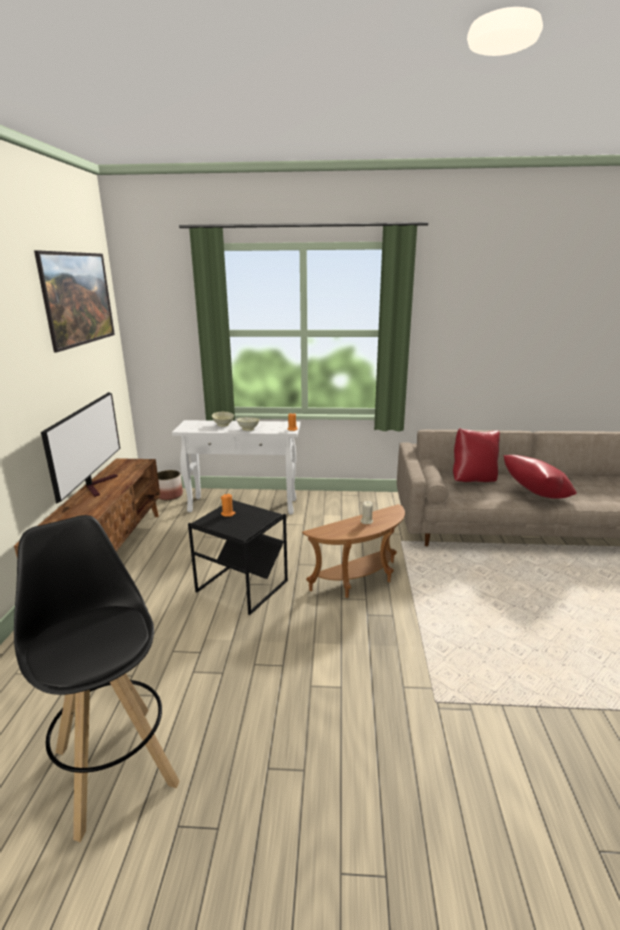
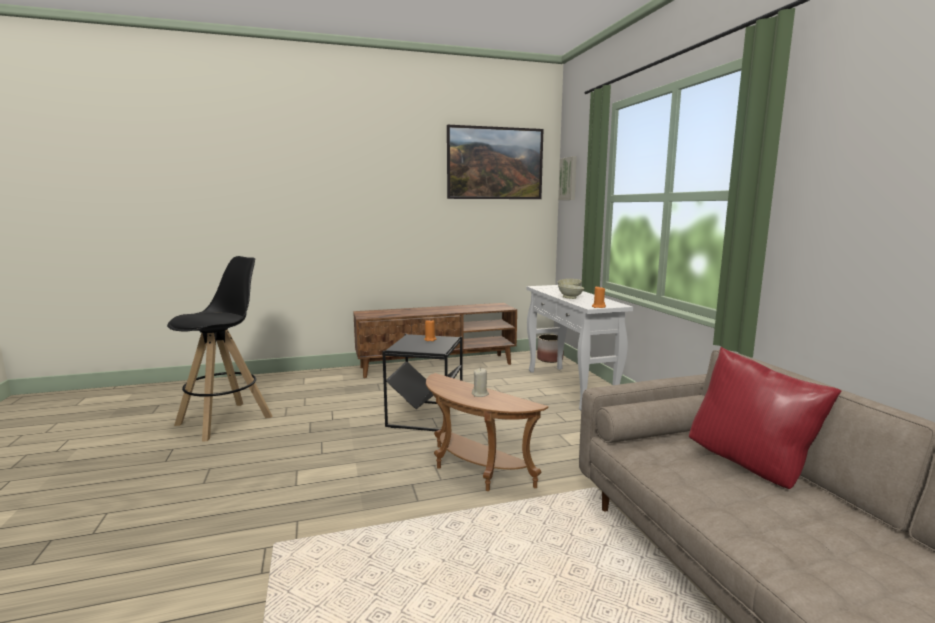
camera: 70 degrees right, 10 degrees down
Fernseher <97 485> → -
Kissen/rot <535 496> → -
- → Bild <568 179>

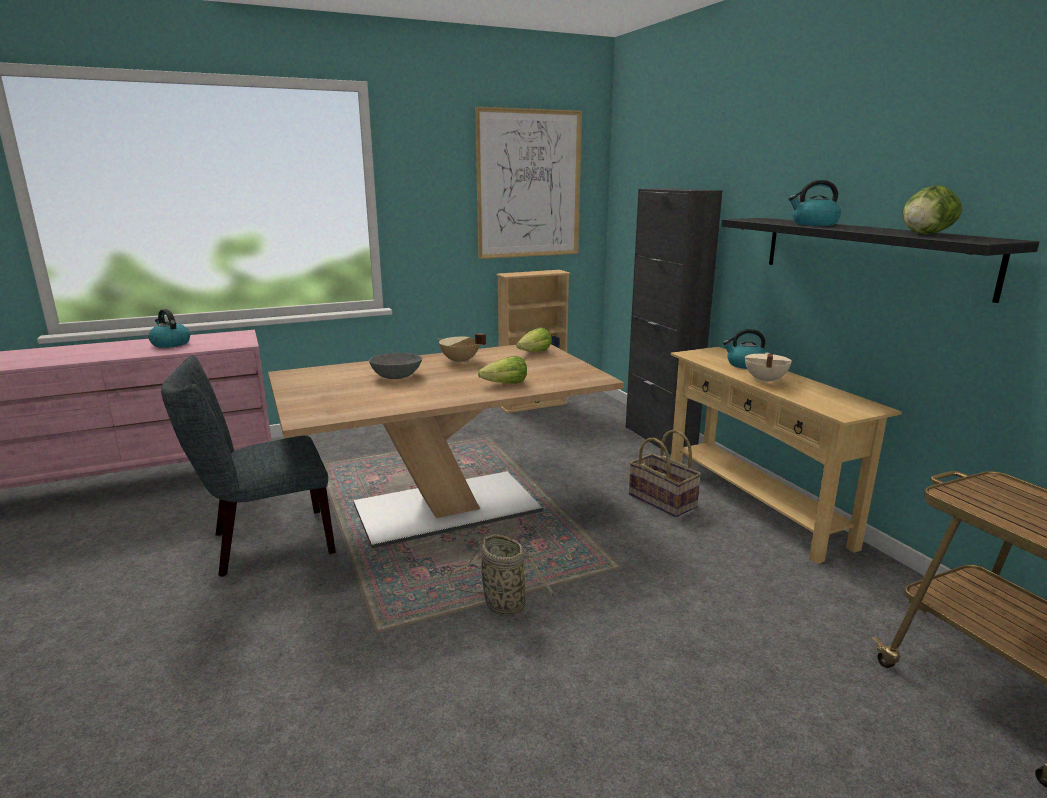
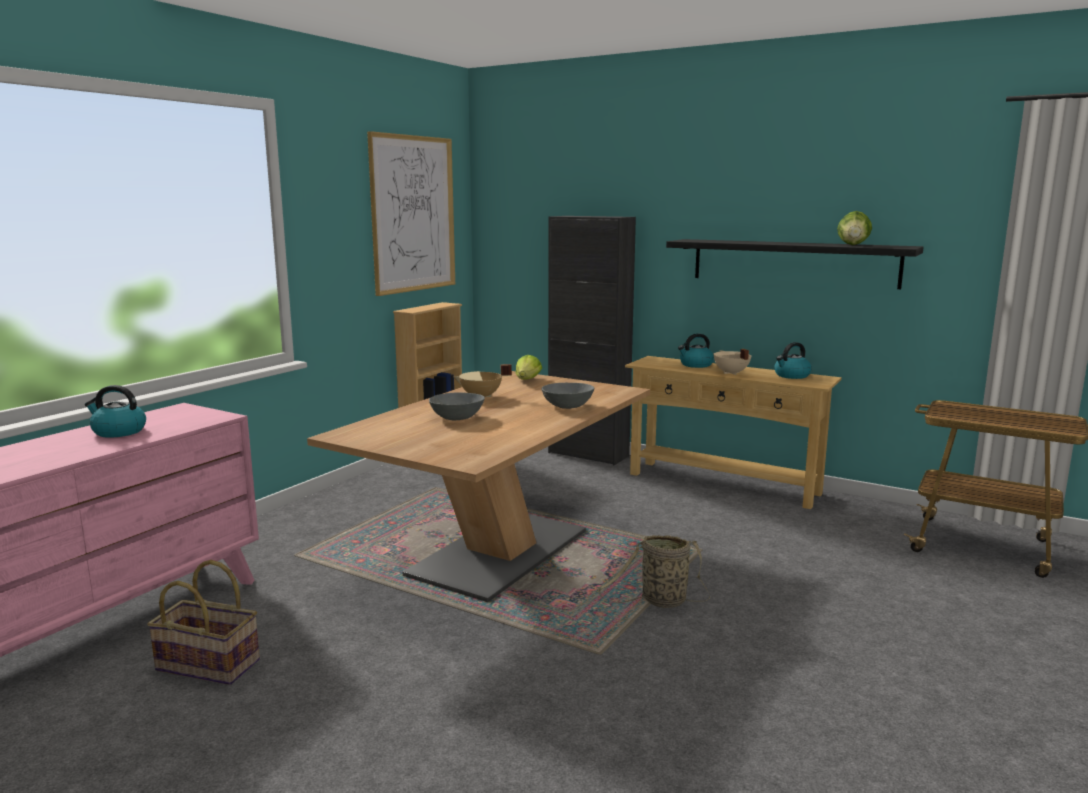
camera: 35 degrees left, 5 degrees down
Stuhl/grau <264 544> → -
Salatkopf <505 384> → Schüssel/grau <568 406>
Korb <663 500> → Korb <209 664>, shifted
Wasserkessel <813 224> → Wasserkessel <791 376>, shifted

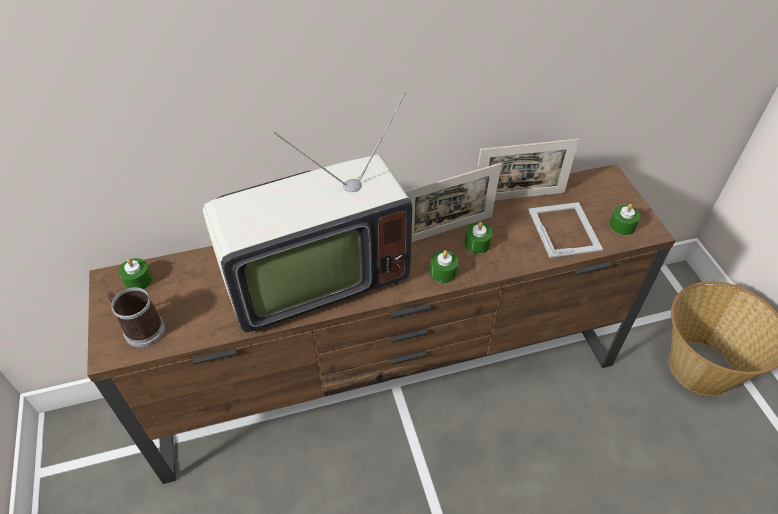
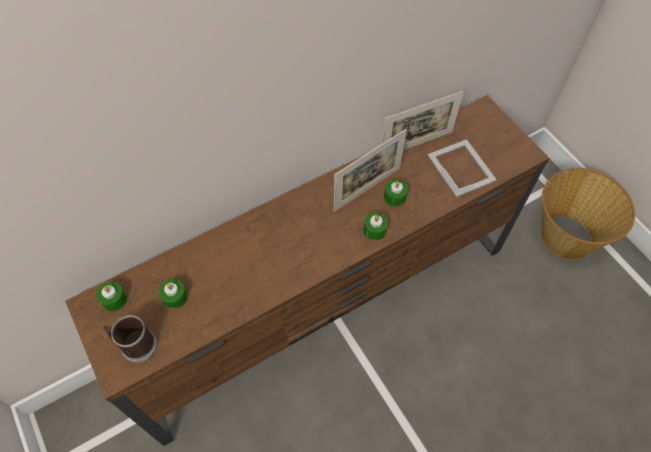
camera: 15 degrees left, 10 degrees up
Fernseher <311 278> → -
Kerze/grün <622 225> → Kerze/grün <175 297>, shifted

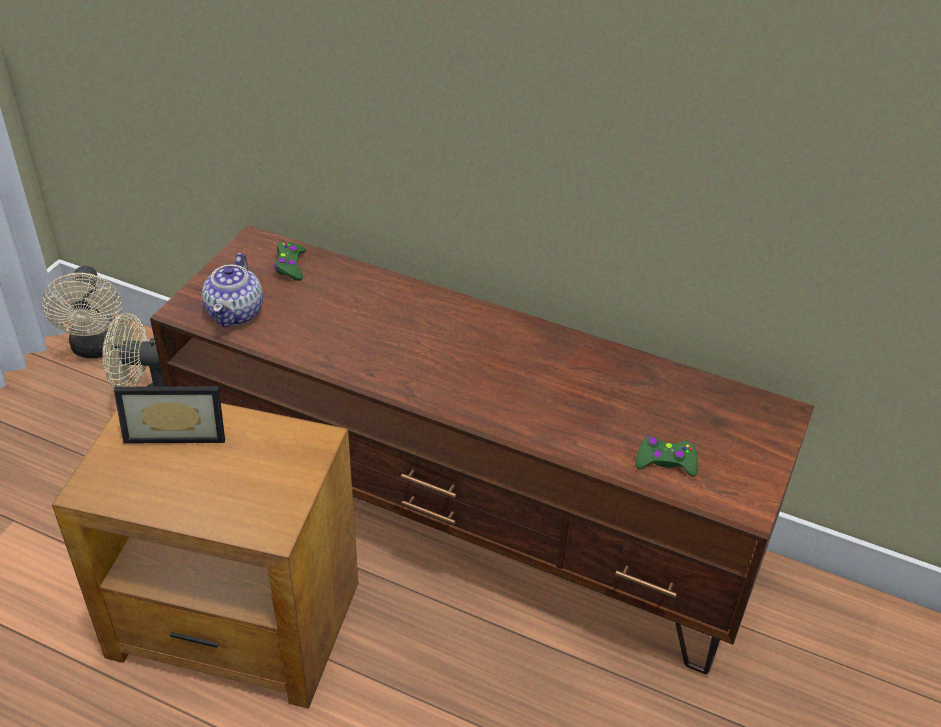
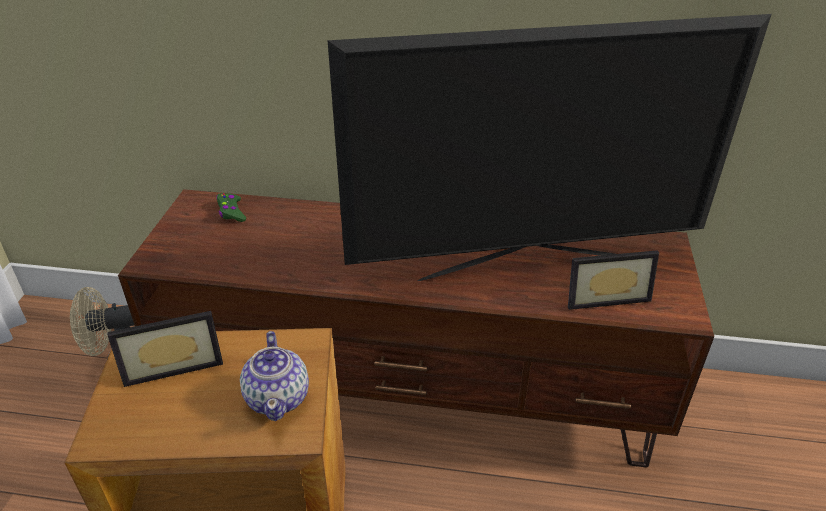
camera: 15 degrees left, 5 degrees down
Ventilator/beige <98 348> → -
Teekanne <236 312> → Teekanne <278 397>, shifted
Gamepad/grün <665 462> → Bilderrahmen <604 295>
- → Fernseher <526 267>

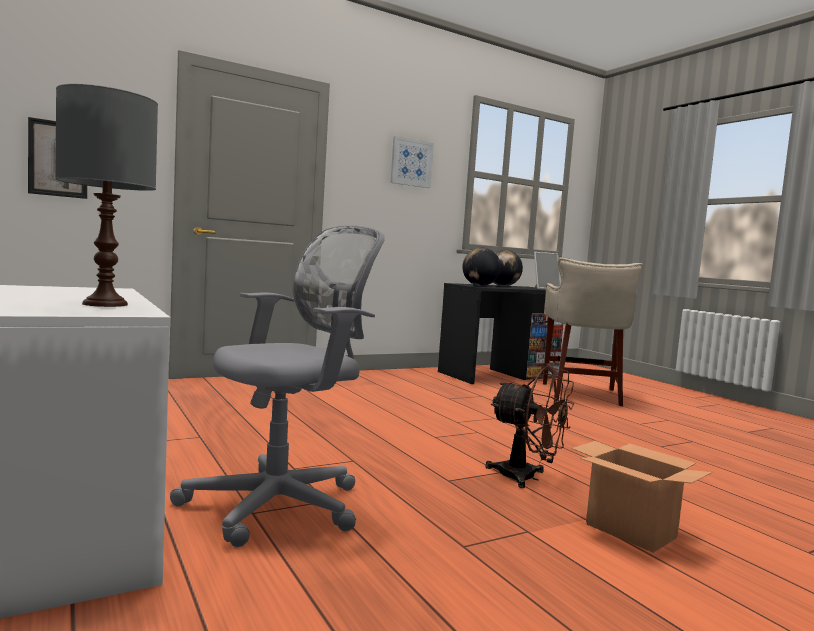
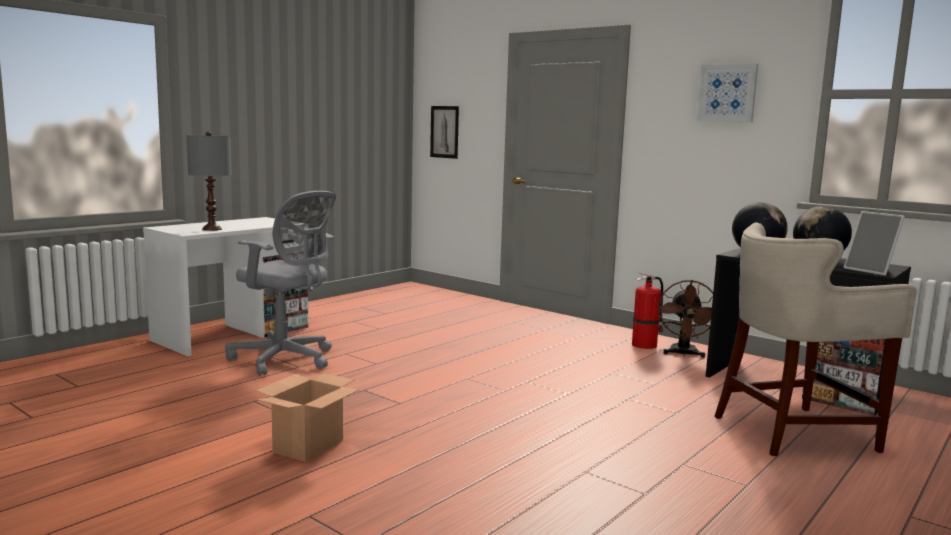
camera: 70 degrees right, 5 degrees up
Ventilator/braun <527 478> → Ventilator/braun <683 354>, shifted
- → Feuerlöscher <645 345>

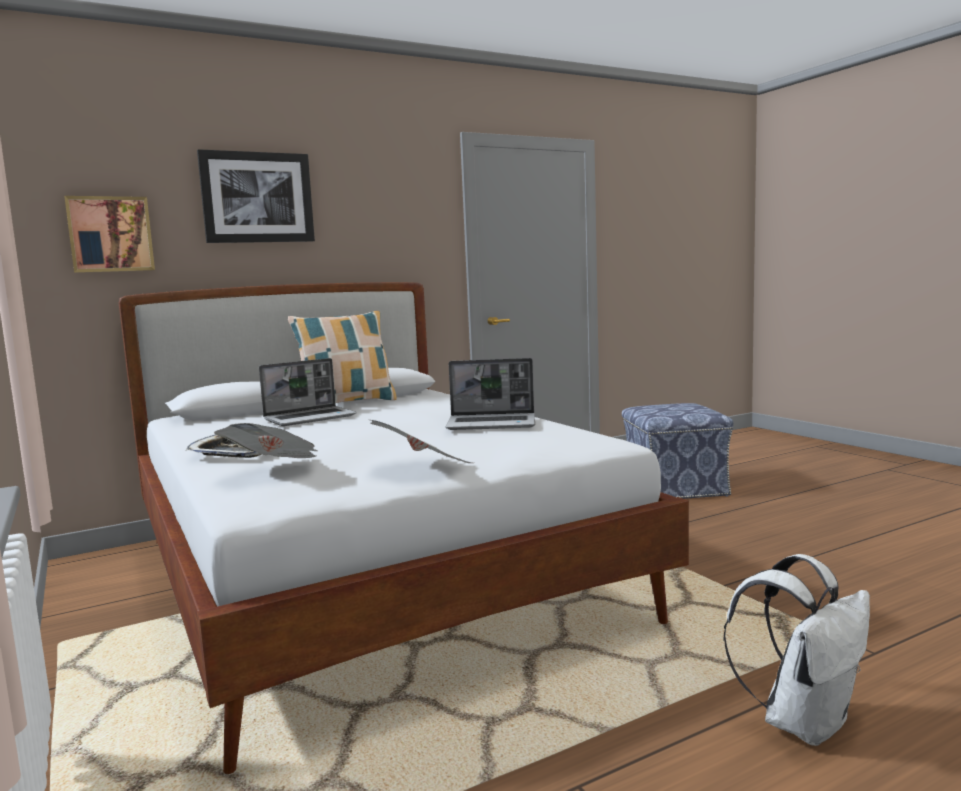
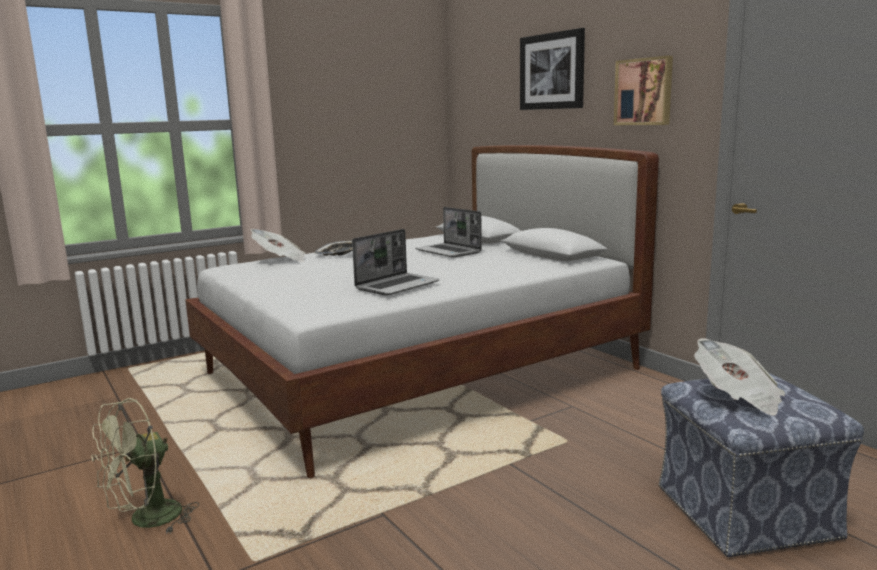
camera: 85 degrees right, 5 degrees up
Bild <110 234> → Bild <644 92>, shifted
Kissen <347 404> → -
Zeitung <423 469> → Zeitung <738 398>, shifted
Laptop <493 424> → Laptop <397 285>, 135 degrees counterclockwise
Rucksack/weiß <803 721> → Ventilator/grün <146 521>

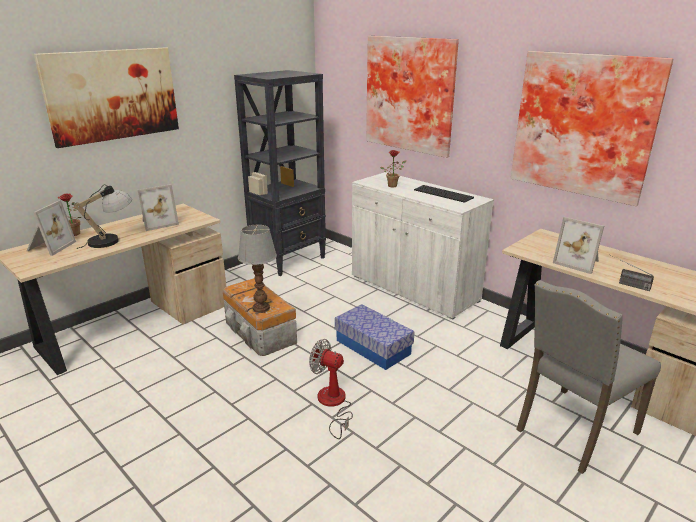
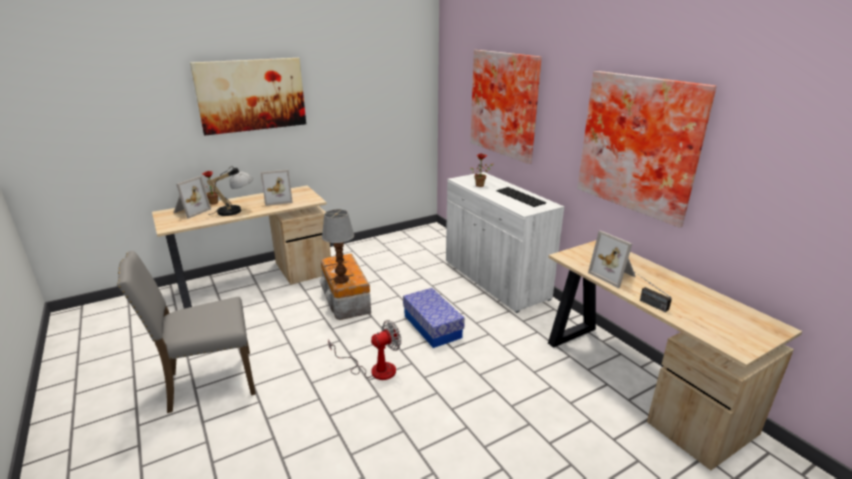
camera: 15 degrees right, 0 degrees up
Bücherregal/schwarz <289 259> → -
Ventilator <333 404> → Ventilator <374 369>, 105 degrees clockwise
Stuhl/grau <573 430> → Stuhl/grau <209 382>, shifted

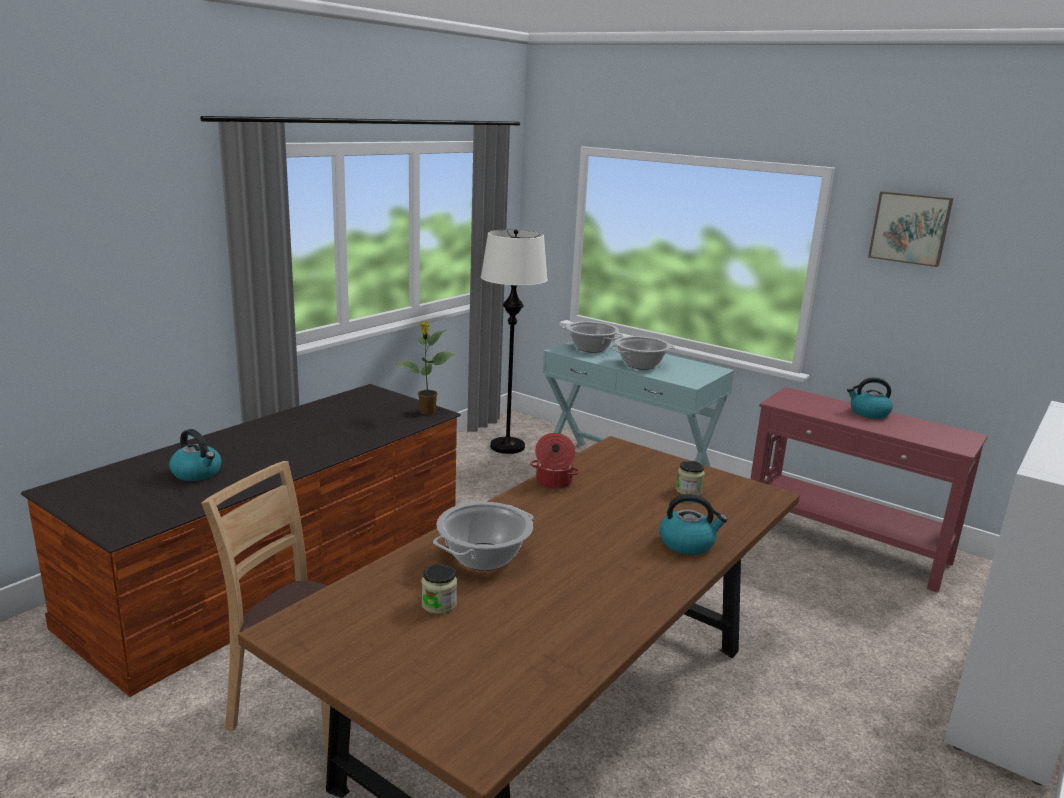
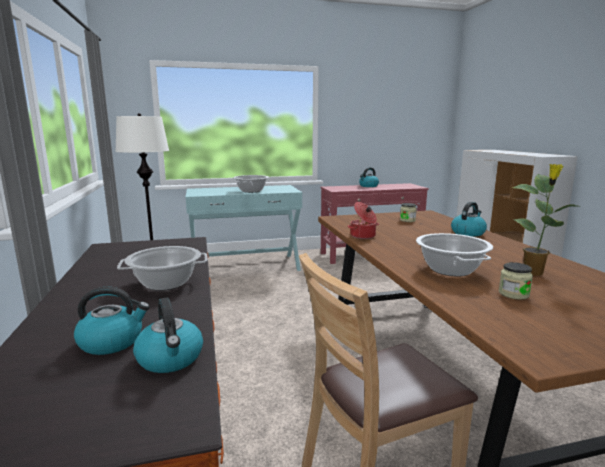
camera: 50 degrees left, 5 degrees down
Topfpflanze <427 412> → Topfpflanze <534 273>, shifted
Kochtopf <591 348> → Kochtopf <166 283>, shifted
Bild <910 228> → -
- → Wasserkessel <171 359>

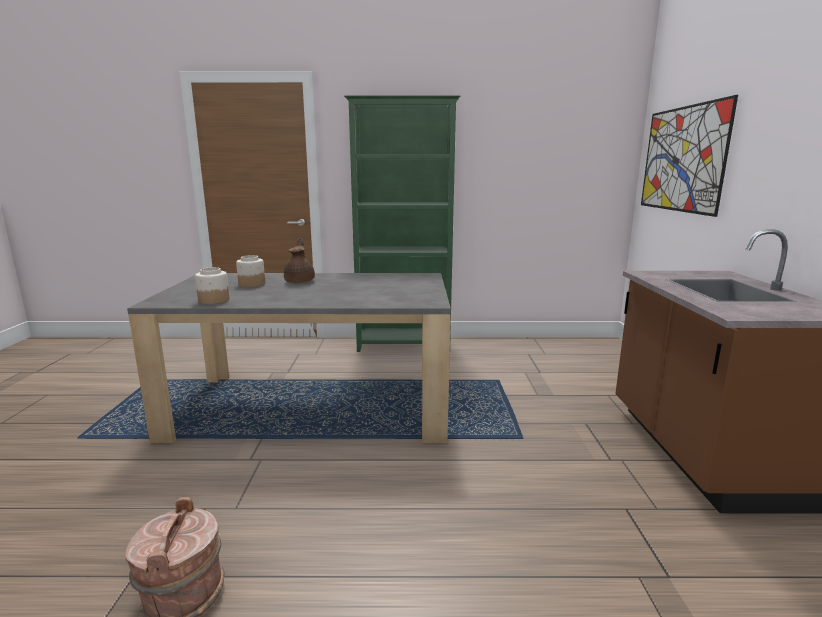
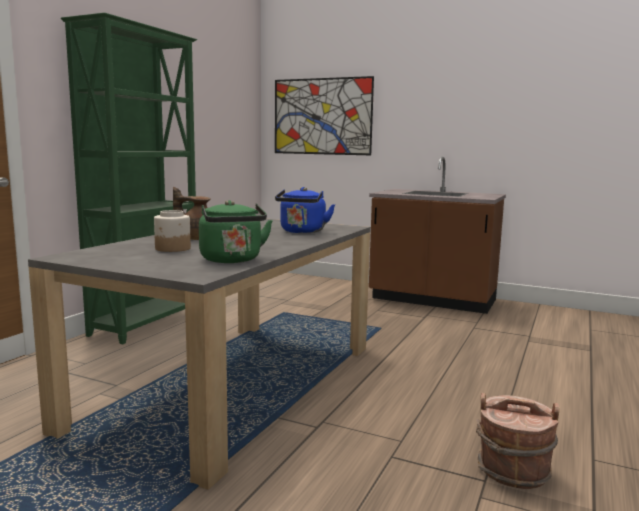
camera: 65 degrees left, 5 degrees down
Vorratsglas <213 300> → Wasserkessel/grün <232 260>
- → Wasserkessel/blau <302 232>

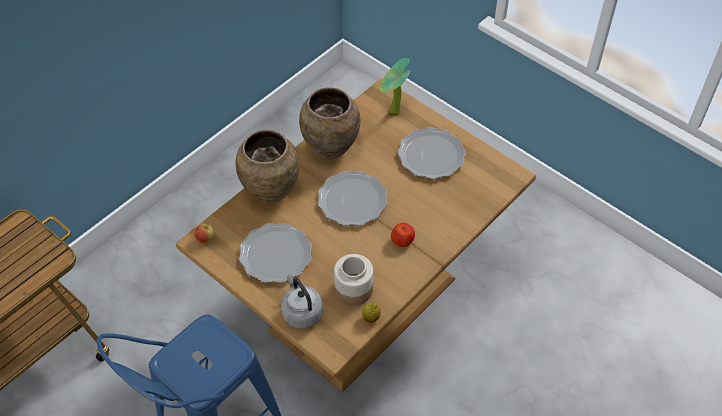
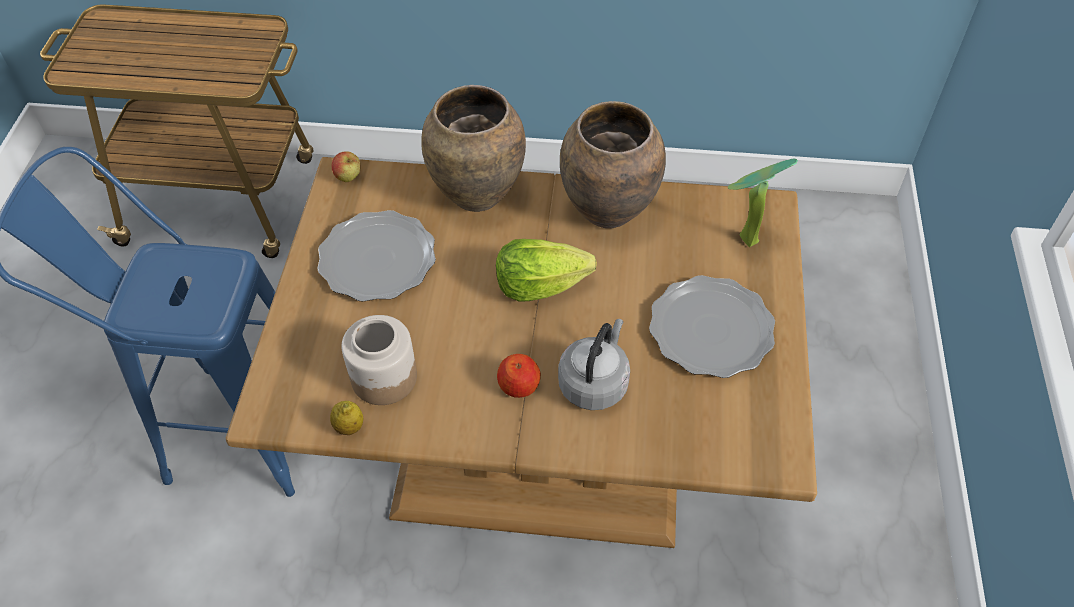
camera: 55 degrees right, 0 degrees up
Wasserkessel/grau <301 312> → Wasserkessel/grau <594 383>, shifted
Teller <352 200> → Salatkopf <539 285>

